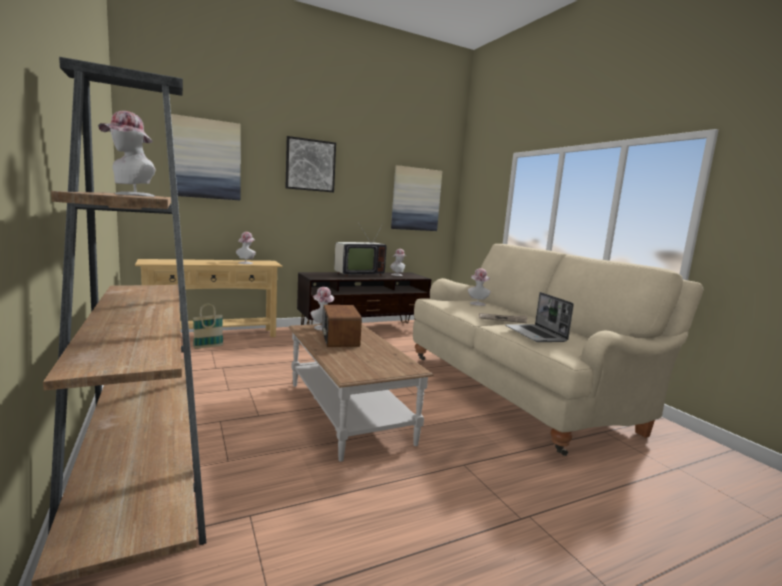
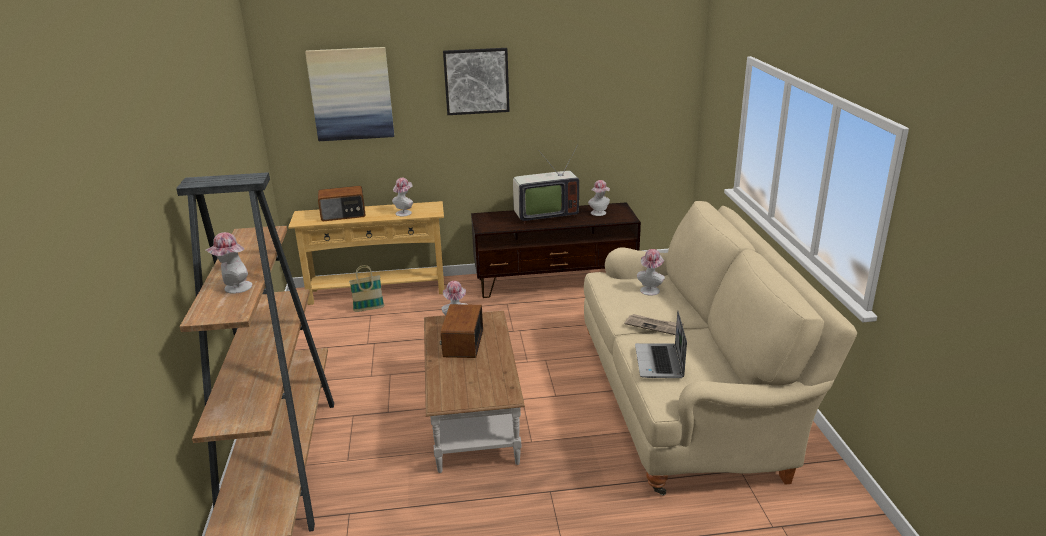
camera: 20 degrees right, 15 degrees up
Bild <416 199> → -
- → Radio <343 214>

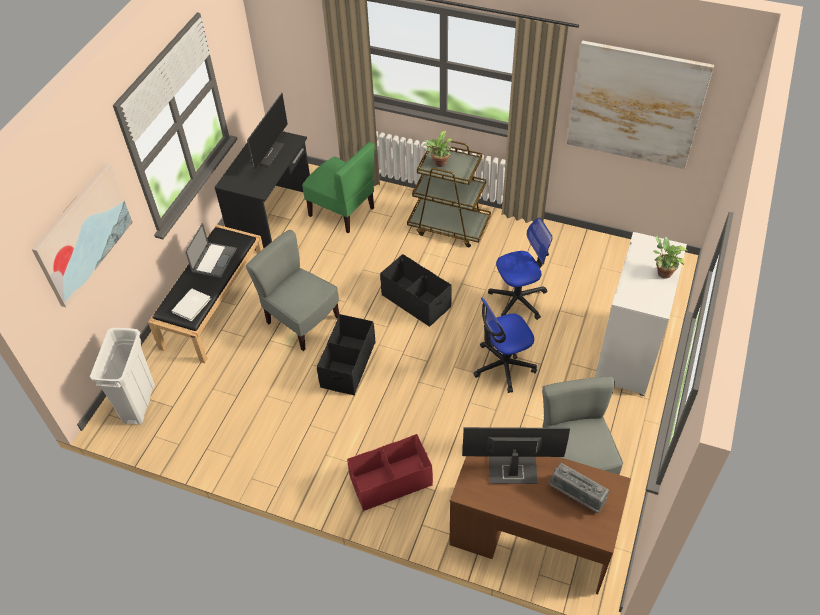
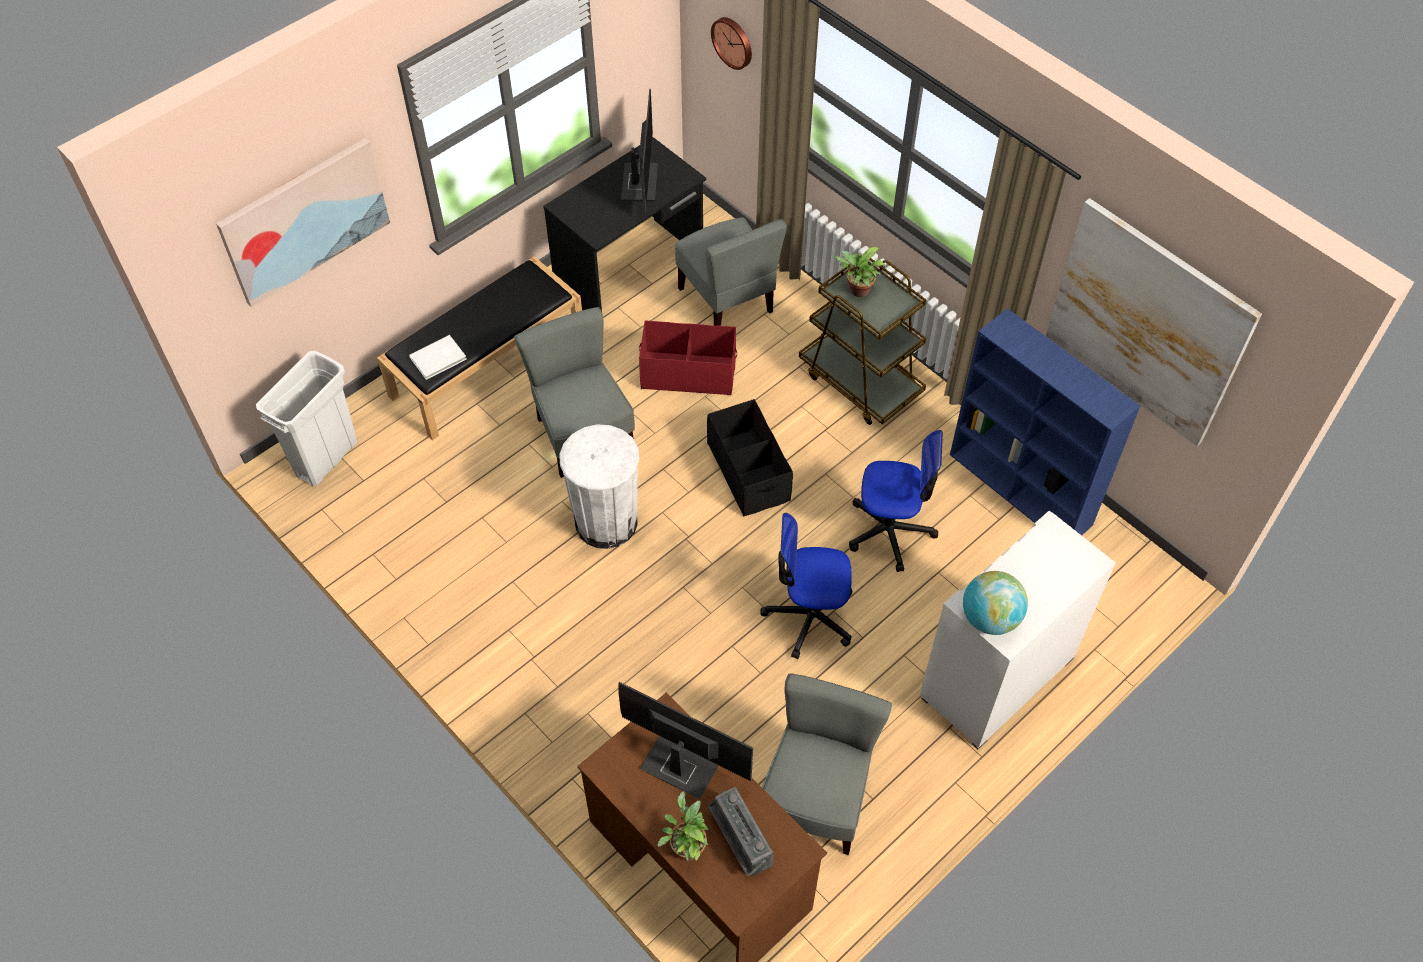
camera: 25 degrees right, 5 degrees up
Laptop <214 260> → -
Monitor <267 153> → Monitor <639 182>, 45 degrees counterclockwise
Stuhl/grün <342 211> → Stuhl/grau <727 300>
Aufbewahrungsbox/schwarz <348 365> → Mülleimer/weiß <606 522>
Aufbewahrungsbox/rot <390 481> → Aufbewahrungsbox/rot <688 373>, shifted
Topfpflanze <662 272> → Topfpflanze <686 846>, shifted
- → Wanduhr <733 42>
- → Bücherregal/blau <1021 490>
- → Globus <990 618>

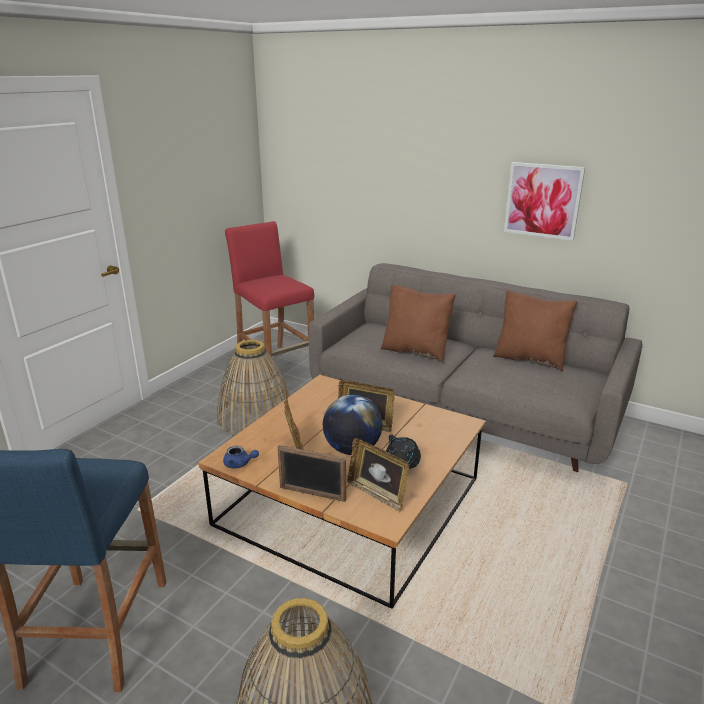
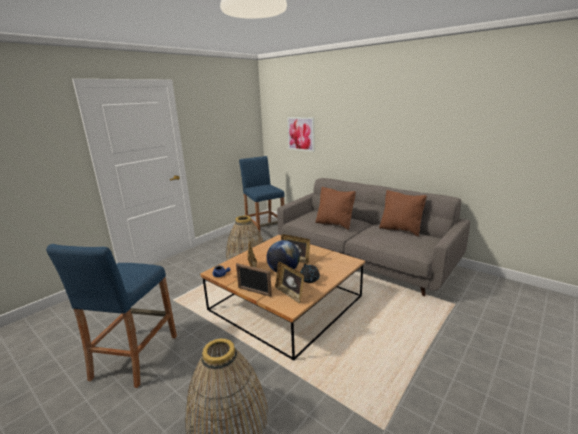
camera: 10 degrees right, 5 degrees down
Hocker/rot <275 364> → Hocker/blau <265 233>
Bild <543 200> → Bild <301 134>, shifted

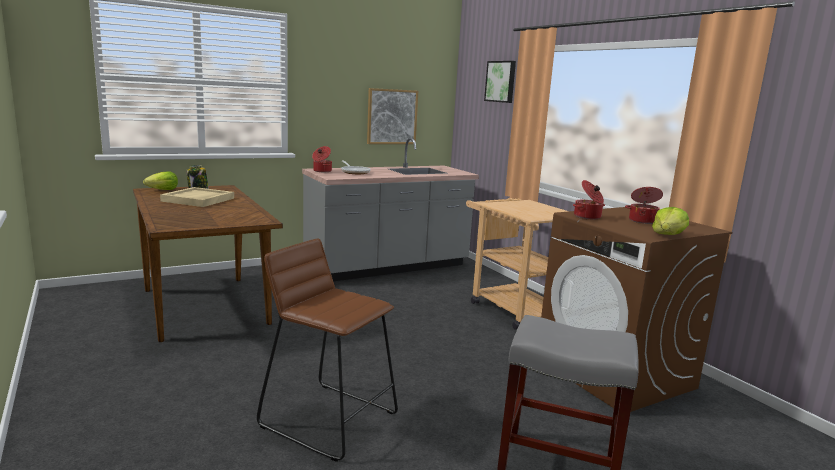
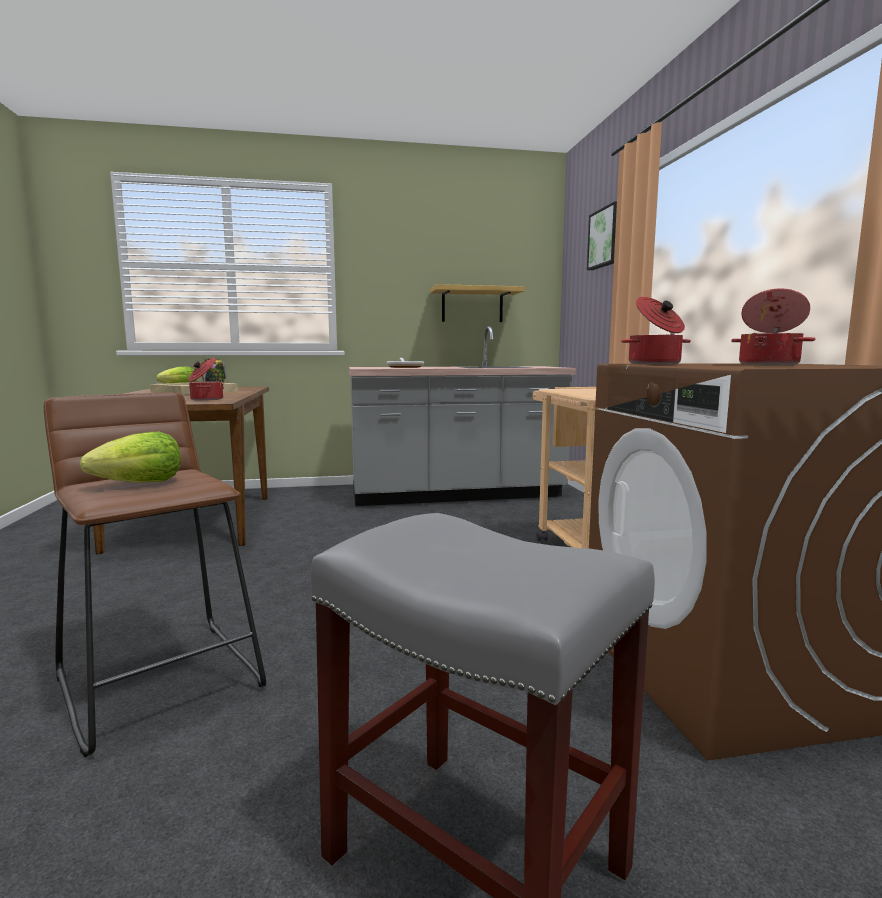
camera: 20 degrees right, 5 degrees down
Kochtopf <322 171> → Kochtopf <205 399>, shifted
Bild <392 116> → Wandregal <472 305>
Salatkopf <668 235> → Salatkopf <140 484>, shifted

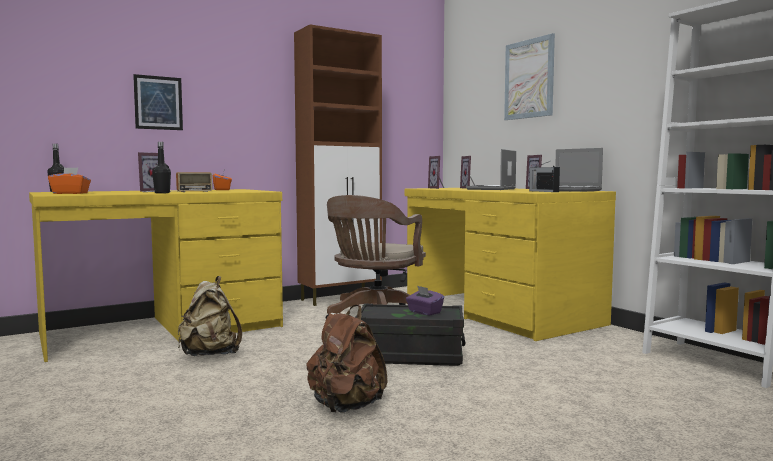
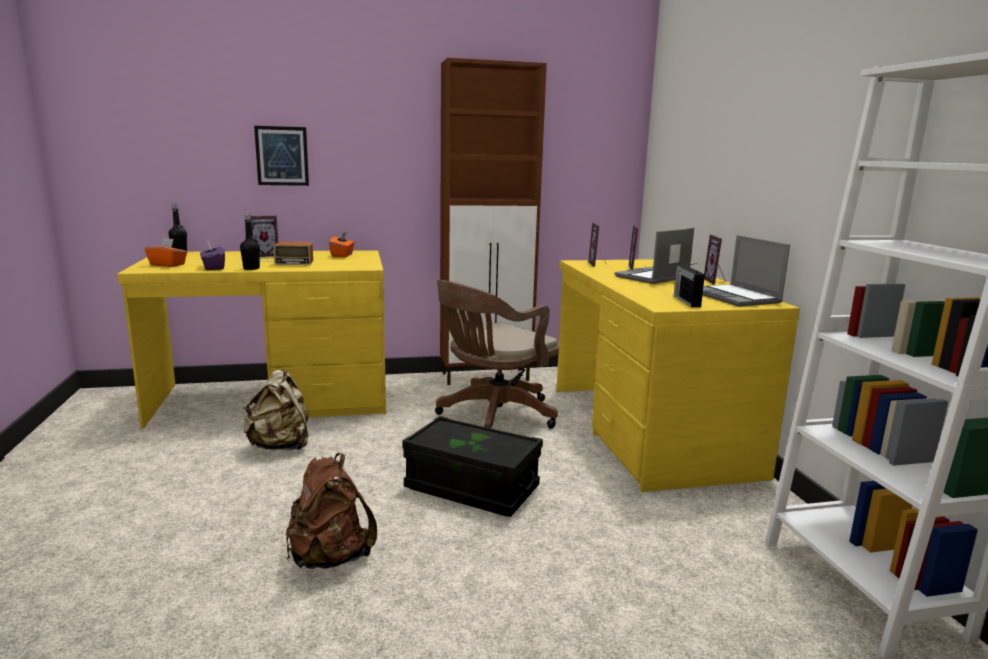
camera: 20 degrees right, 10 degrees up
Taschentuchbox/lila <424 312> → Taschentuchbox/lila <213 267>, shifted
Bild <529 79> → -

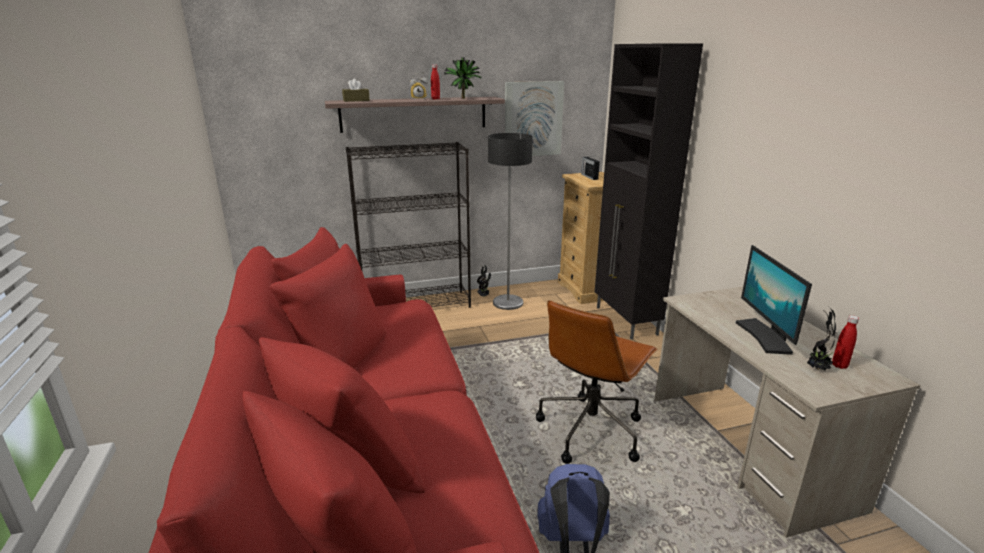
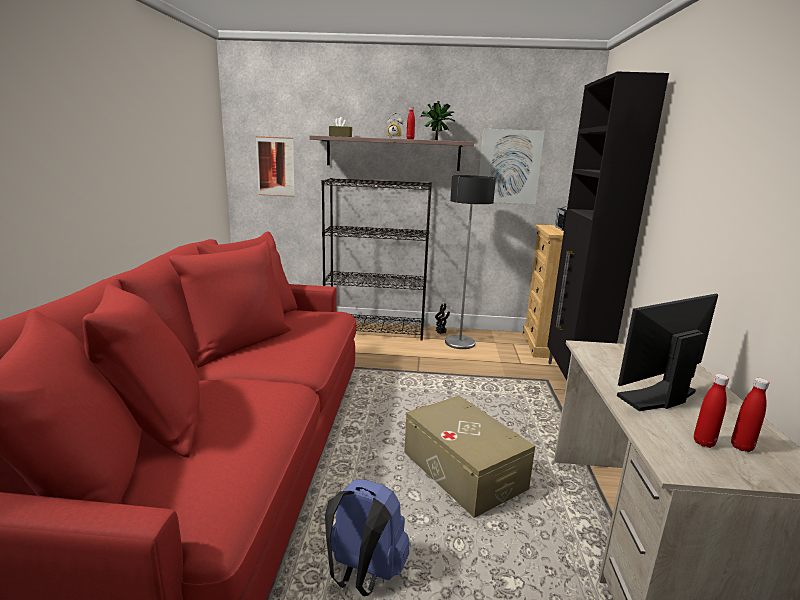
camera: 20 degrees right, 5 degrees down
Bürostuhl/braun <591 430> → Aufbewahrungsbox/beige <463 471>
Monitor <764 336> → Monitor <658 397>, 45 degrees clockwise
Topfpflanze <817 368> → Flasche/rot <703 443>
- → Bild <275 166>

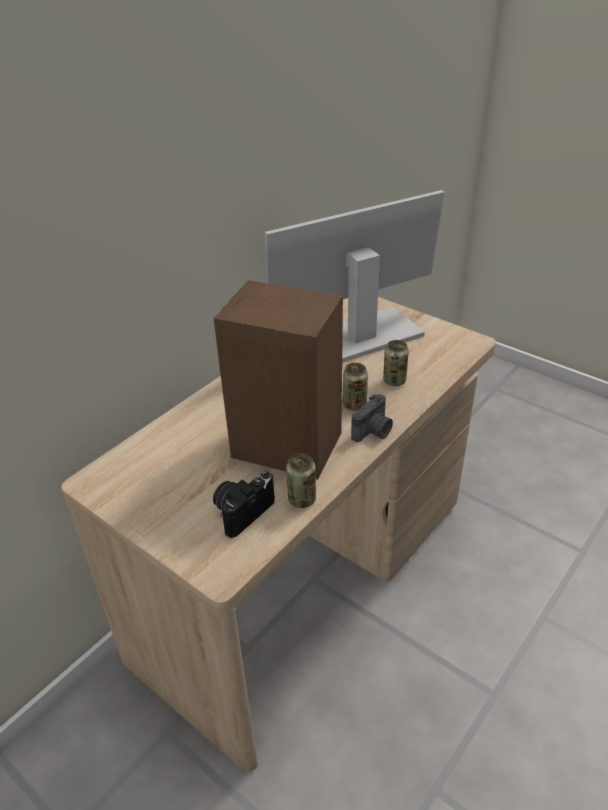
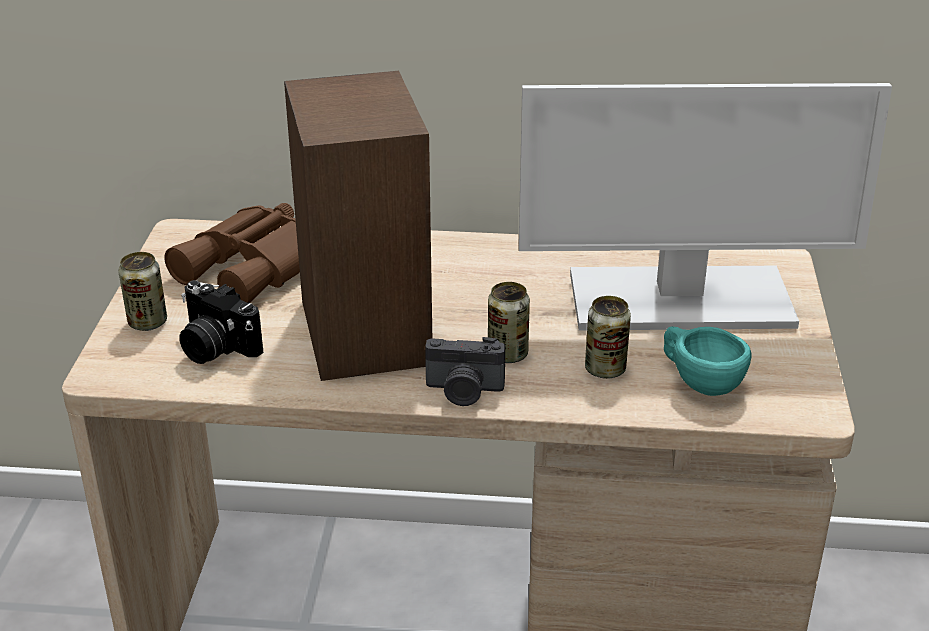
camera: 55 degrees right, 5 degrees down
Kamera <242 511> → Kamera <214 347>, 150 degrees counterclockwise
Monitor <359 337> → Monitor <678 301>, 150 degrees clockwise
Dose <302 499> → Dose <147 322>, shifted
- → Fernglas/braun <255 267>
- → Tasse/türkis <699 381>

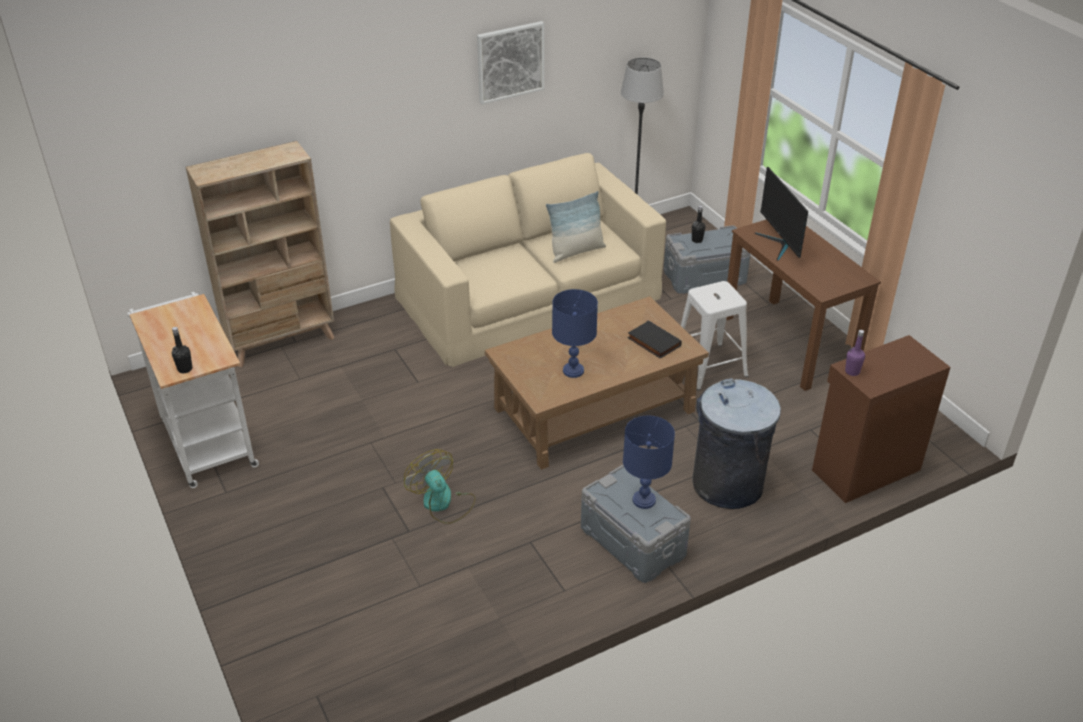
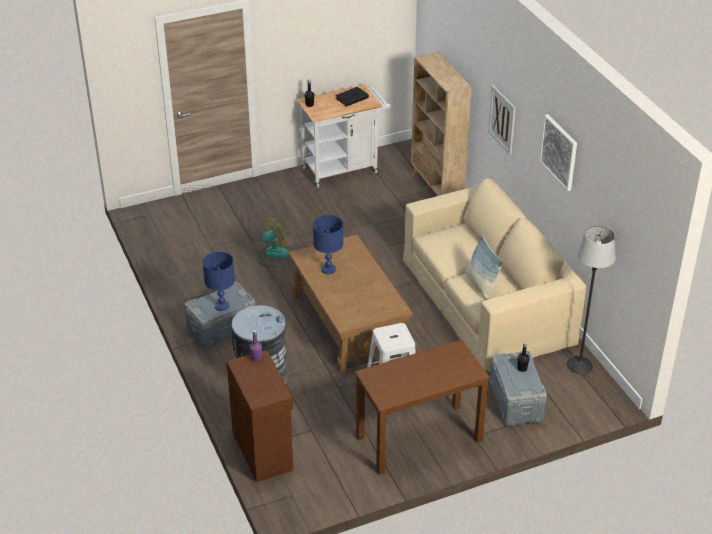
camera: 95 degrees right, 0 degrees up
Buch/schwarz <653 342> → Buch/schwarz <351 98>, shifted
Monitor <780 244> → -
- → Bild <502 120>

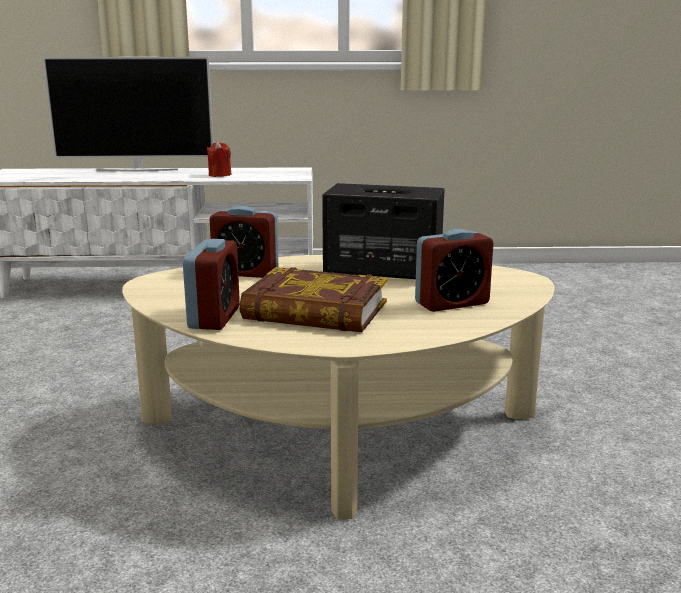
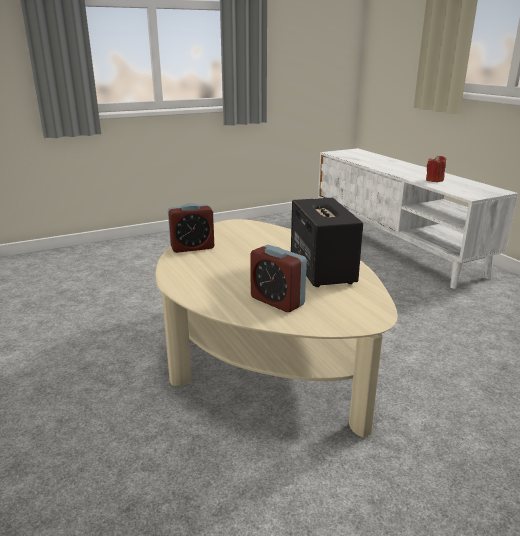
camera: 65 degrees right, 5 degrees up
Fernseher <137 170> → -
Wecker <245 273> → -
Buch <315 311> → -

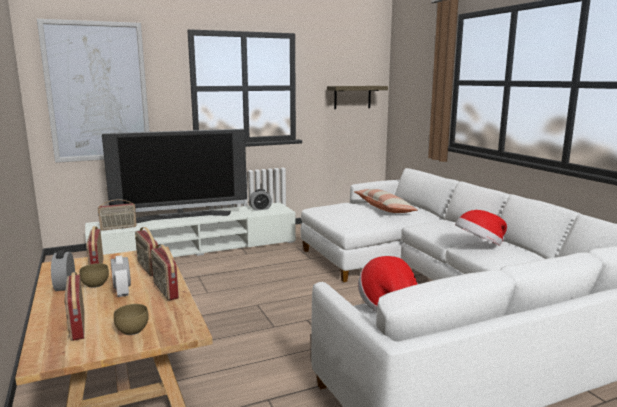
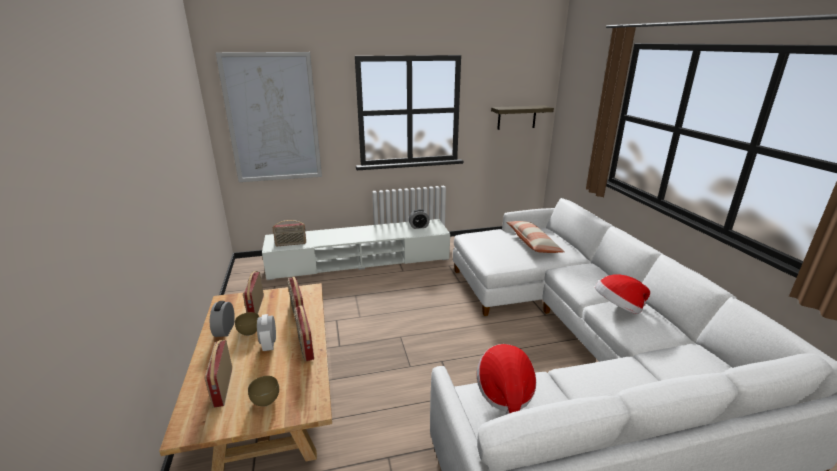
camera: 10 degrees right, 10 degrees up
Fernseher <181 217> → -

